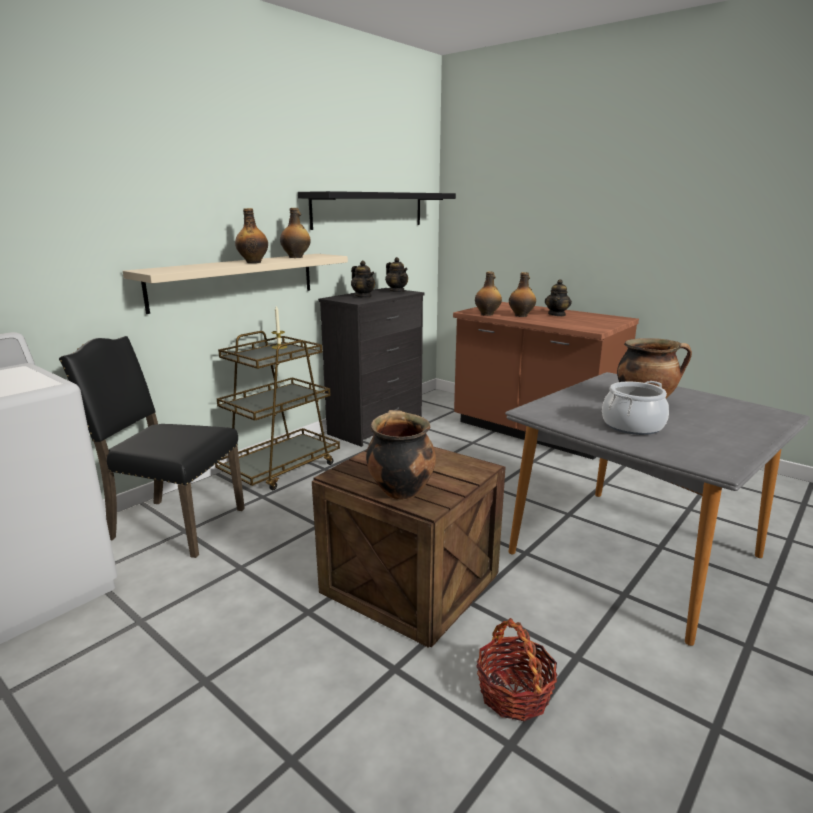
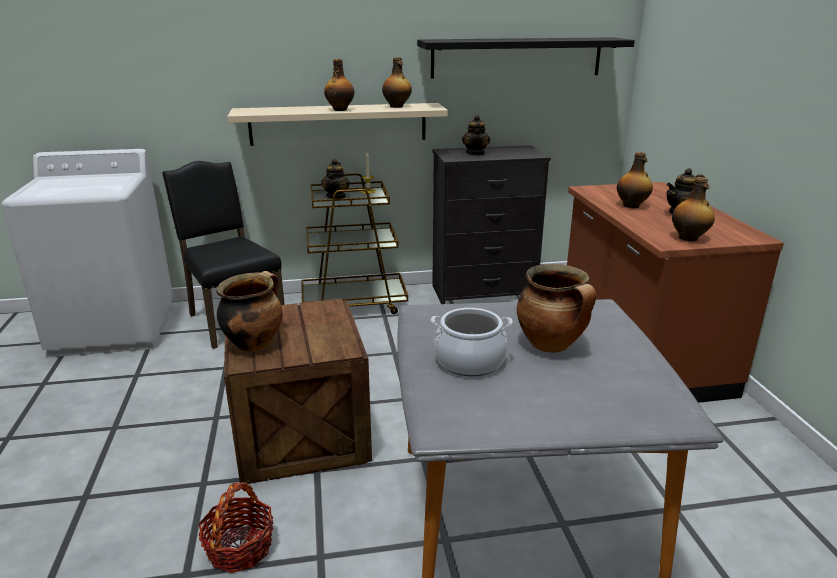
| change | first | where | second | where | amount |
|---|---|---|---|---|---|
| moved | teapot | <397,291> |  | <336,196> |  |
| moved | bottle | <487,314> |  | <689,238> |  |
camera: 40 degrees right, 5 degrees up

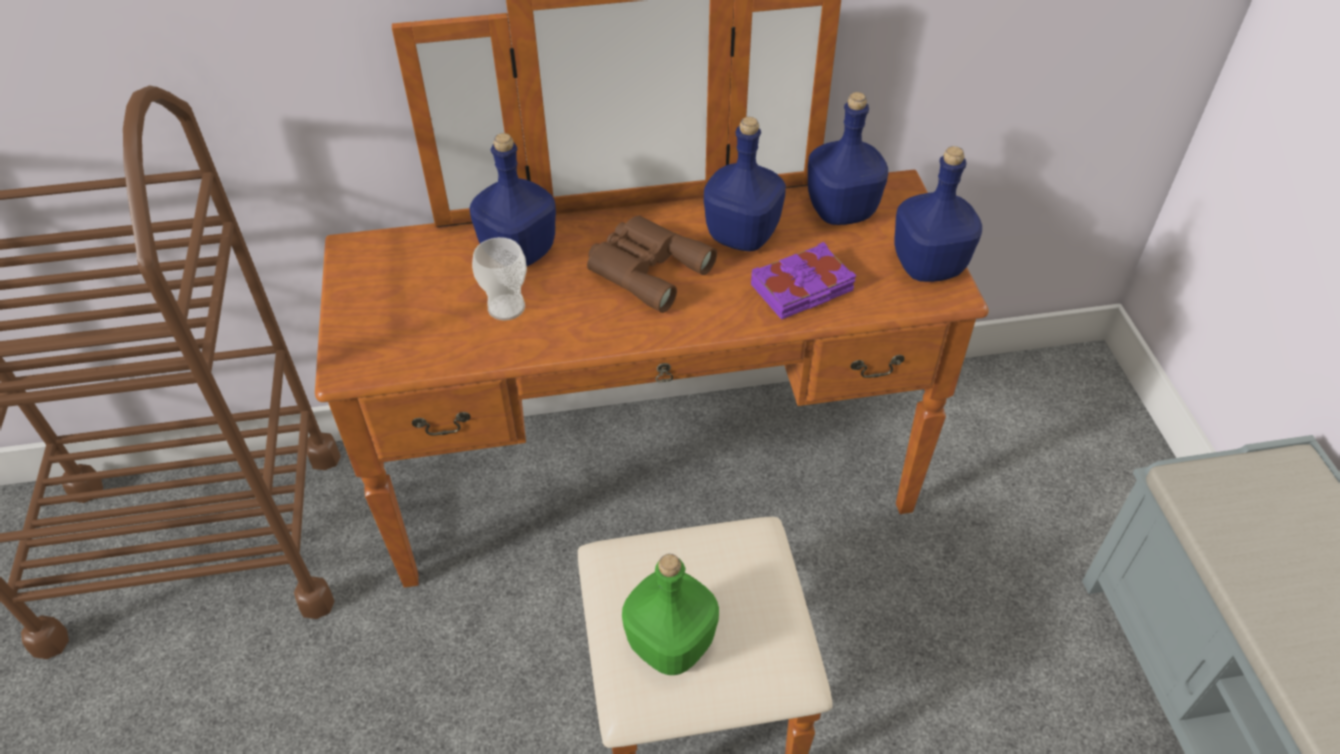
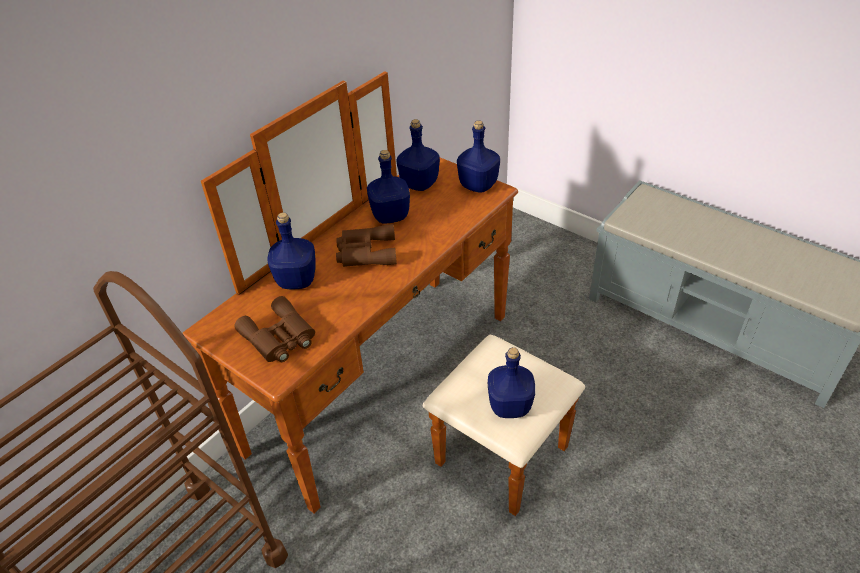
| change | first | where | second | where | amount |
|---|---|---|---|---|---|
| removed | cup | <506,307> |  |  |  |
| recoloured | green bottle | <669,644> | blue bottle | <509,406> |  |
| removed | purple book | <802,288> |  |  |  |
| added |  |  | brown binoculars | <279,338> |  |
camera: 40 degrees left, 5 degrees down

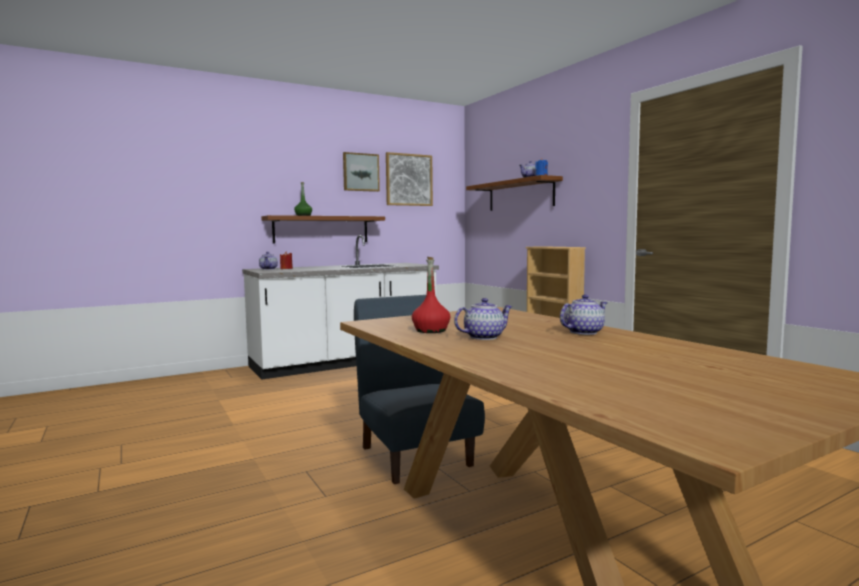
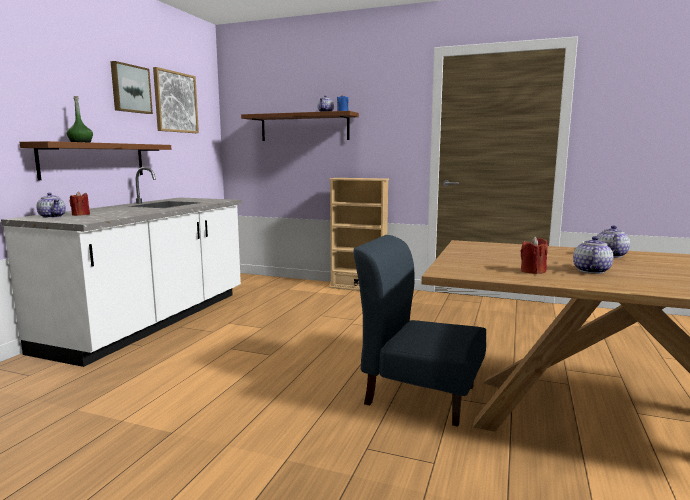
| change | first | where | second | where | amount |
|---|---|---|---|---|---|
| replaced | red bottle | <431,330> | red candle | <533,271> |  |
camera: 40 degrees left, 5 degrees up

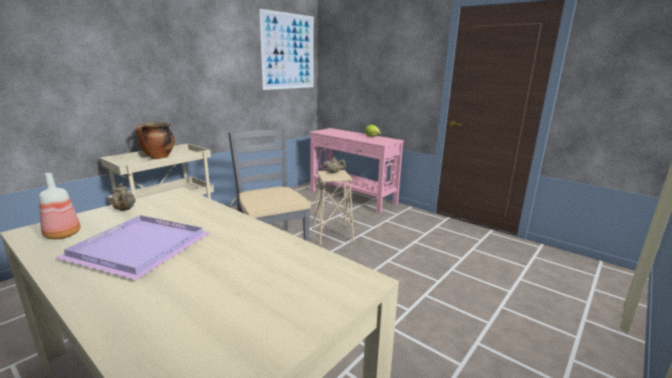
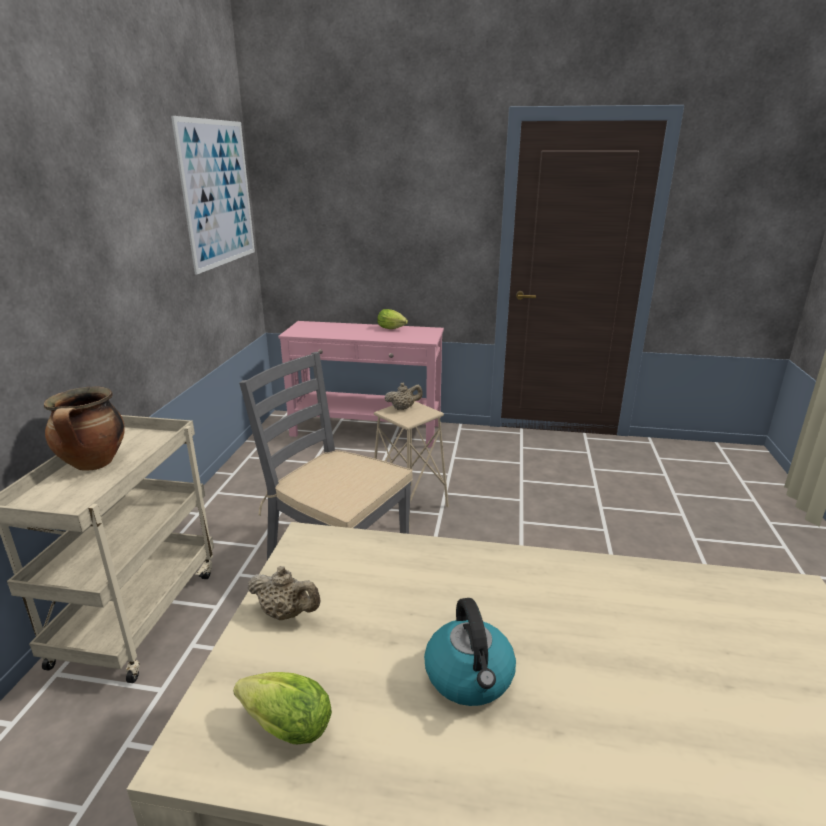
| change | first | where | second | where | amount |
|---|---|---|---|---|---|
| replaced | bottle | <62,235> | lettuce | <282,725> |  |
| replaced | purple tray | <142,247> | kettle | <470,677> |  |
camera: 30 degrees left, 5 degrees up

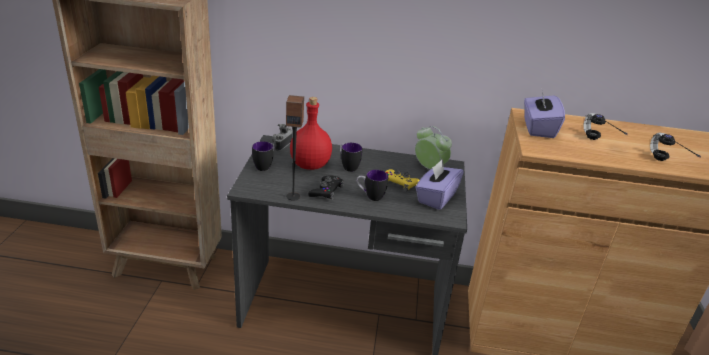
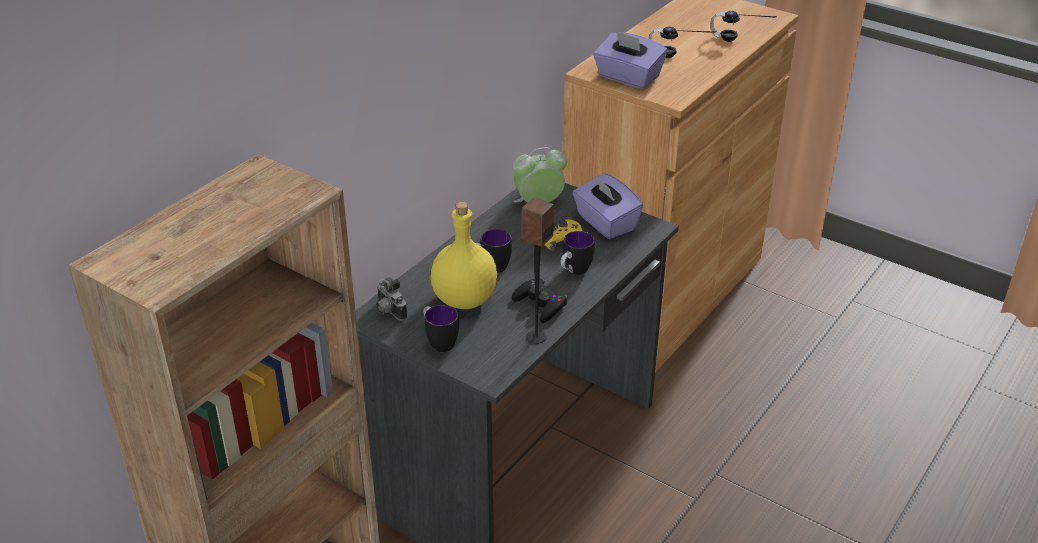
| change | first | where | second | where | amount |
|---|---|---|---|---|---|
| recoloured | red bottle | <311,165> | yellow bottle | <465,299> |  |
camera: 60 degrees left, 5 degrees up

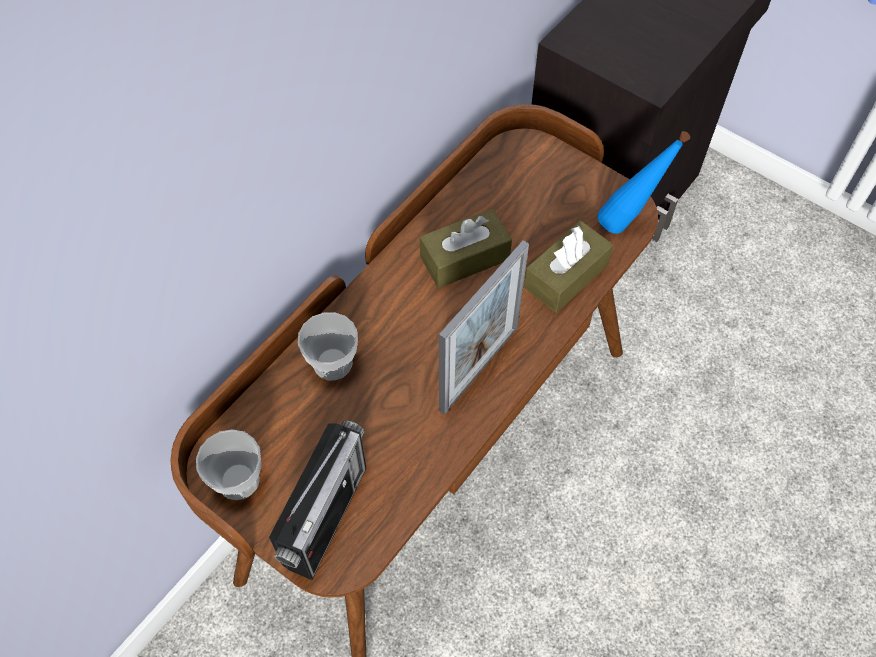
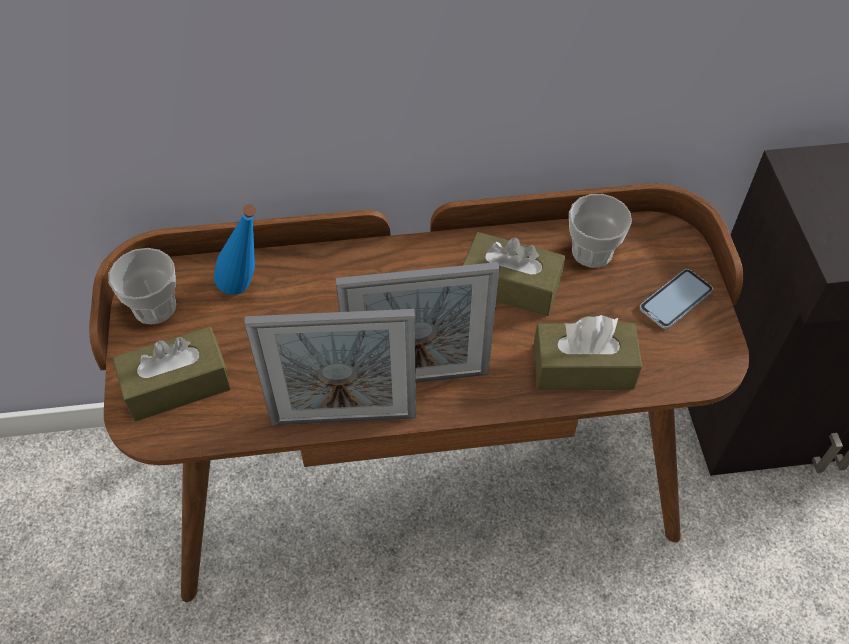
| change | first | where | second | where | amount |
|---|---|---|---|---|---|
| replaced | radio | <325,516> | brown tissue box | <177,385> |  |
| moved | cup | <332,363> |  | <592,252> |  |
| moved | blue bottle | <629,222> |  | <248,293> |  |
| added |  |  | picture frame | <344,418> |  |
| added |  |  | phone | <675,300> |  |
camera: 45 degrees right, 5 degrees down

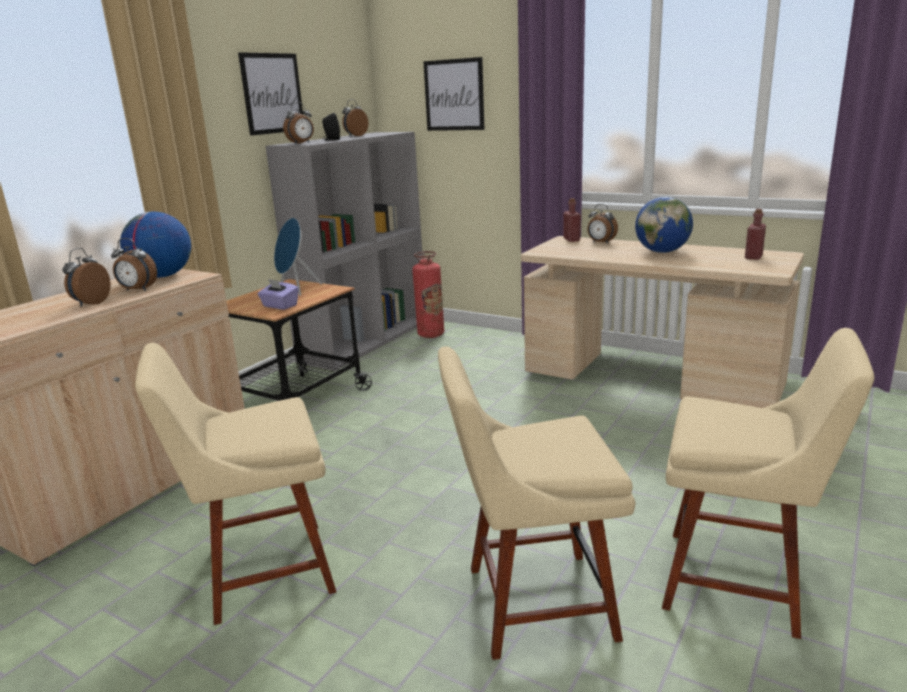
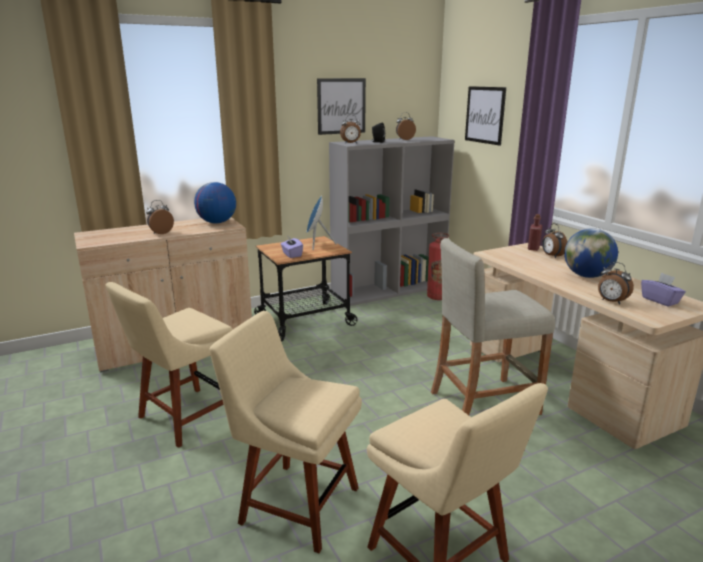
| change | first | where | second | where | amount |
|---|---|---|---|---|---|
| moved | alarm clock | <137,290> |  | <611,302> |  |
| turned | beige chair | <261,572> |  | <184,418> | 60 degrees counterclockwise |
| replaced | red bottle | <753,257> | purple tissue box | <660,300> |  |
| added |  |  | beige stool | <483,402> |  |
camera: 30 degrees right, 0 degrees up

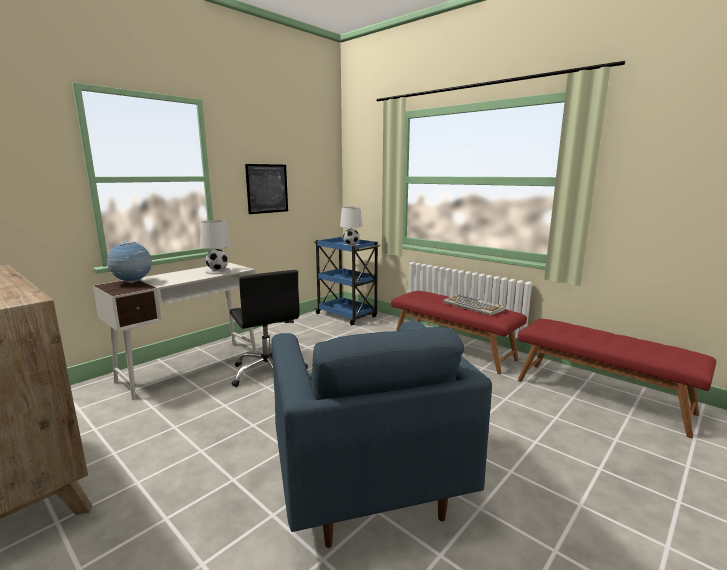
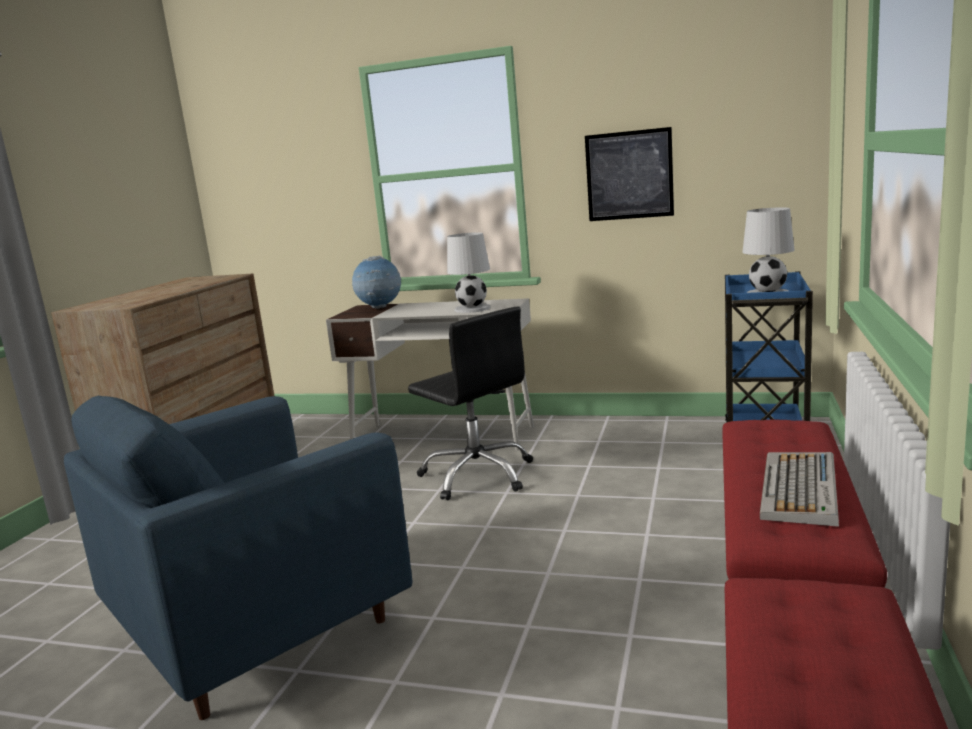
| change | first | where | second | where | amount |
|---|---|---|---|---|---|
| turned | black office chair | <268,372> |  | <478,475> | 75 degrees counterclockwise |
camera: 65 degrees right, 0 degrees up

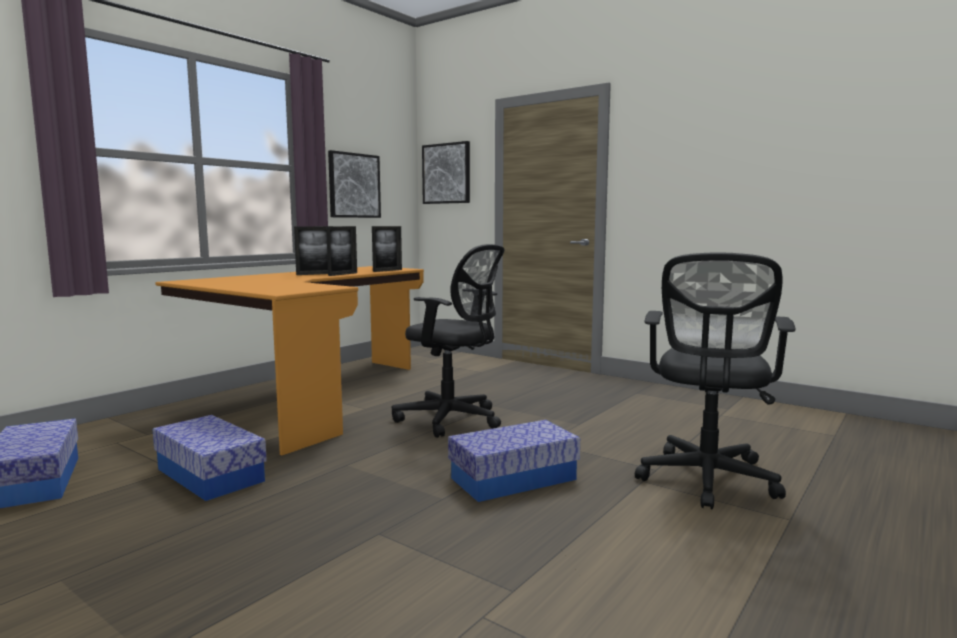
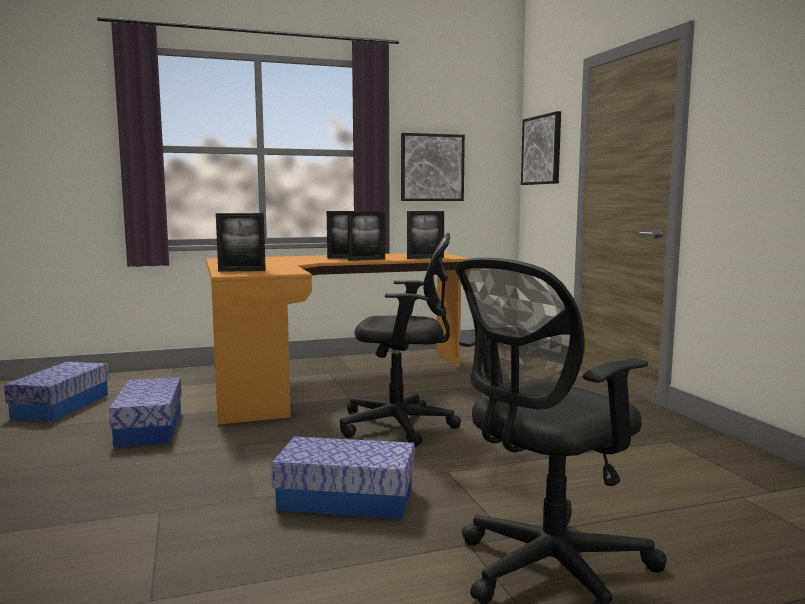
| change | first | where | second | where | amount |
|---|---|---|---|---|---|
| turned | black office chair | <452,420> |  | <402,426> | 60 degrees counterclockwise |
| added |  |  | picture frame | <242,271> |  |
camera: 35 degrees right, 0 degrees up

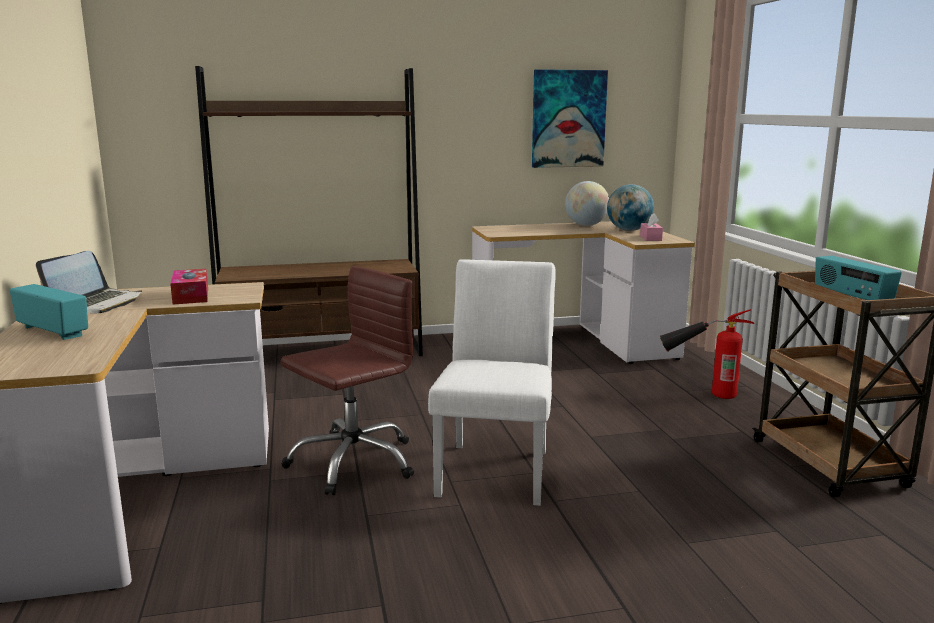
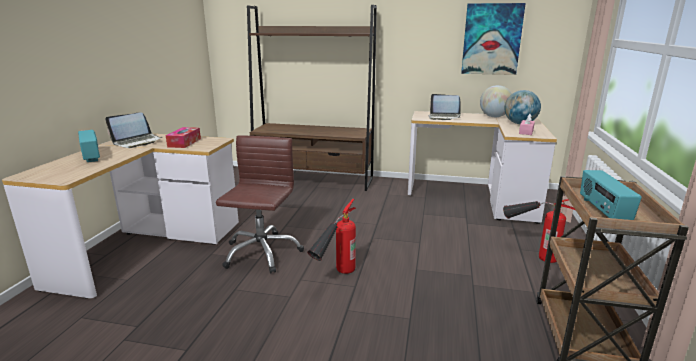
| change | first | where | second | where | amount |
|---|---|---|---|---|---|
| turned | brown office chair | <353,462> |  | <261,253> | 60 degrees counterclockwise |
| replaced | white chair | <496,468> | fire extinguisher | <335,277> |  |
| added |  |  | laptop | <444,117> |  |
camera: 25 degrees right, 5 degrees up

